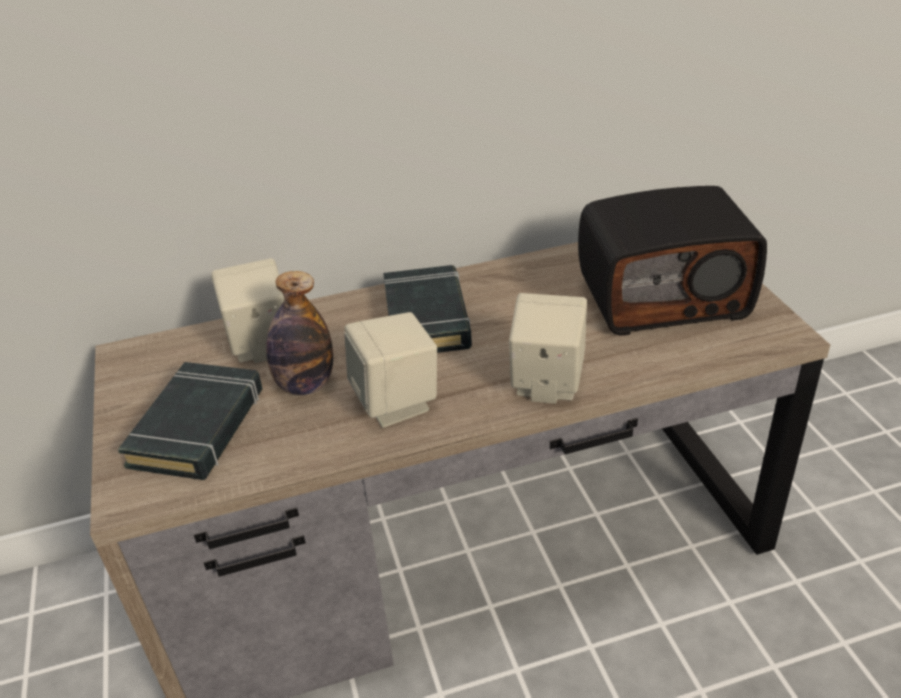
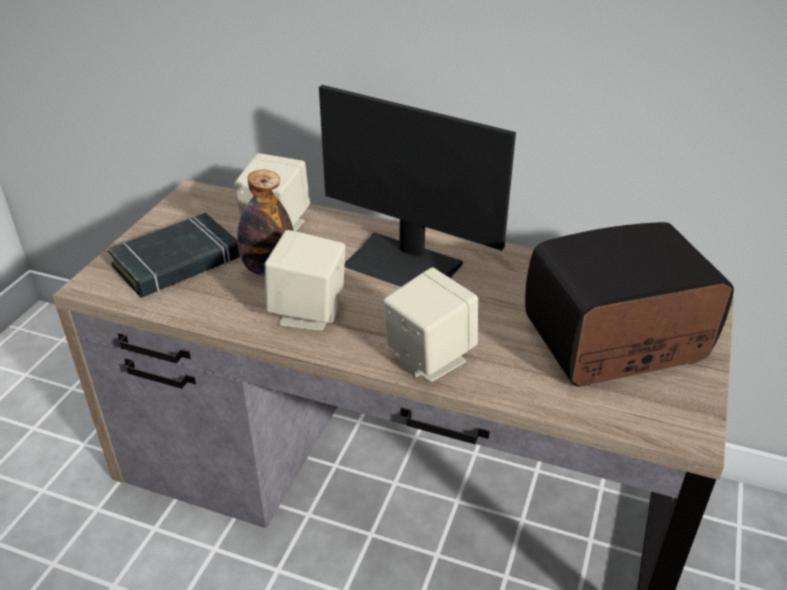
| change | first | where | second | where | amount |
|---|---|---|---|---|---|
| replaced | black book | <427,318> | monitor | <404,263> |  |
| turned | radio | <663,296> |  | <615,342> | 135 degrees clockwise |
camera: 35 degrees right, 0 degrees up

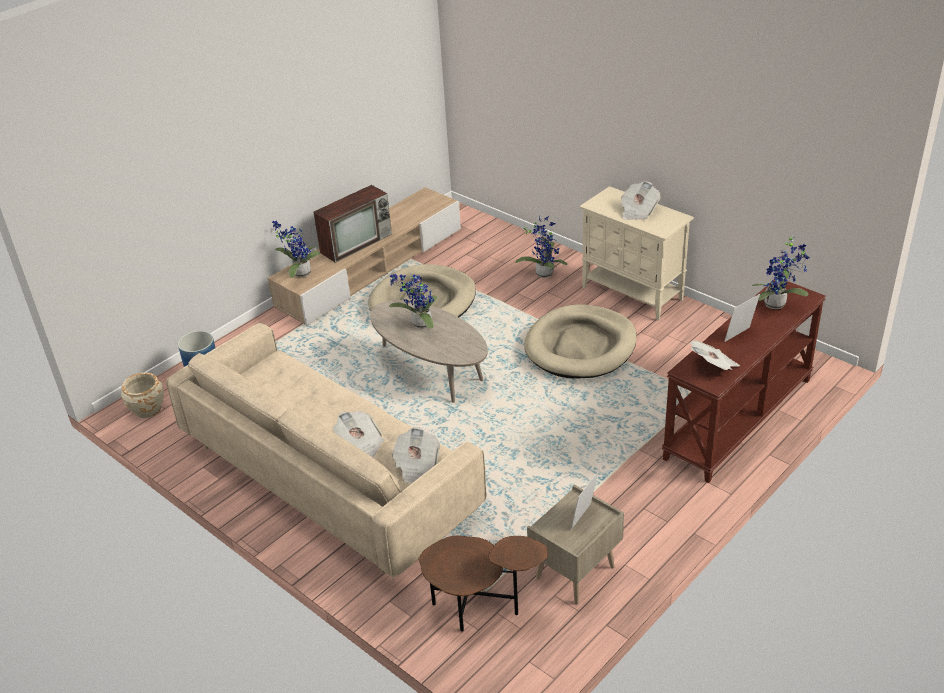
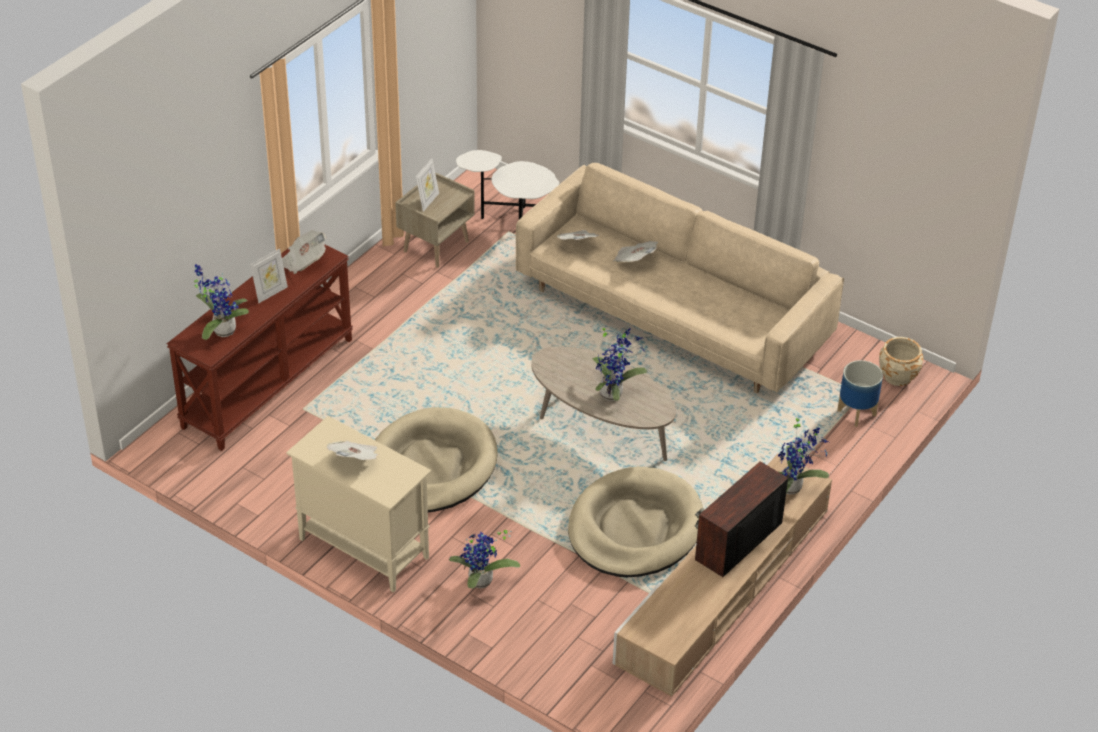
| change | first | where | second | where | amount |
|---|---|---|---|---|---|
| recoloured | brown side table | <480,609> | white side table | <511,220> |  |
camera: 170 degrees right, 5 degrees up

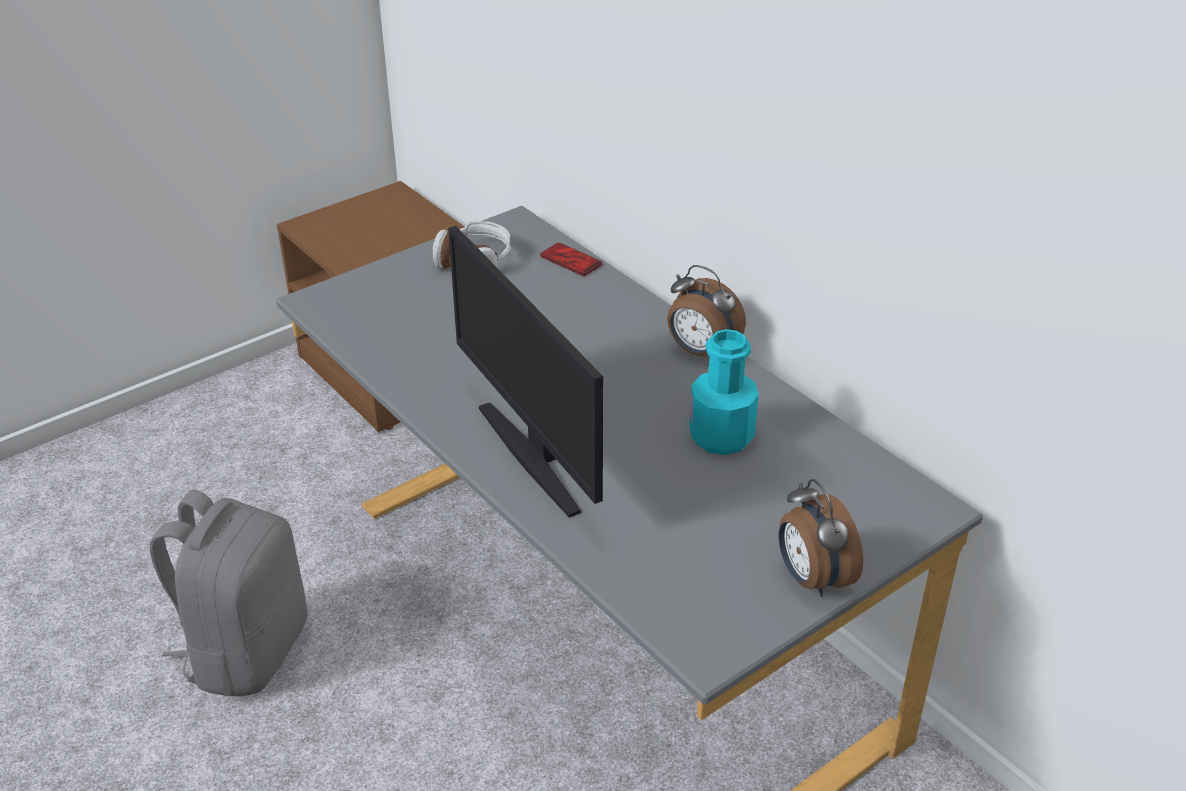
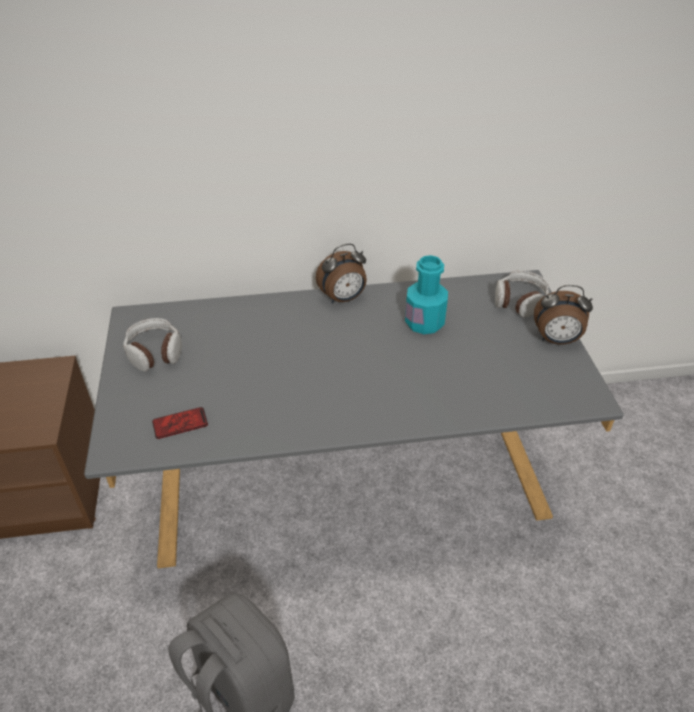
| change | first | where | second | where | amount |
|---|---|---|---|---|---|
| removed | monitor | <533,456> |  |  |  |
| moved | phone | <571,260> |  | <180,423> |  |
| added |  |  | headphones | <519,301> |  |
camera: 60 degrees left, 5 degrees up

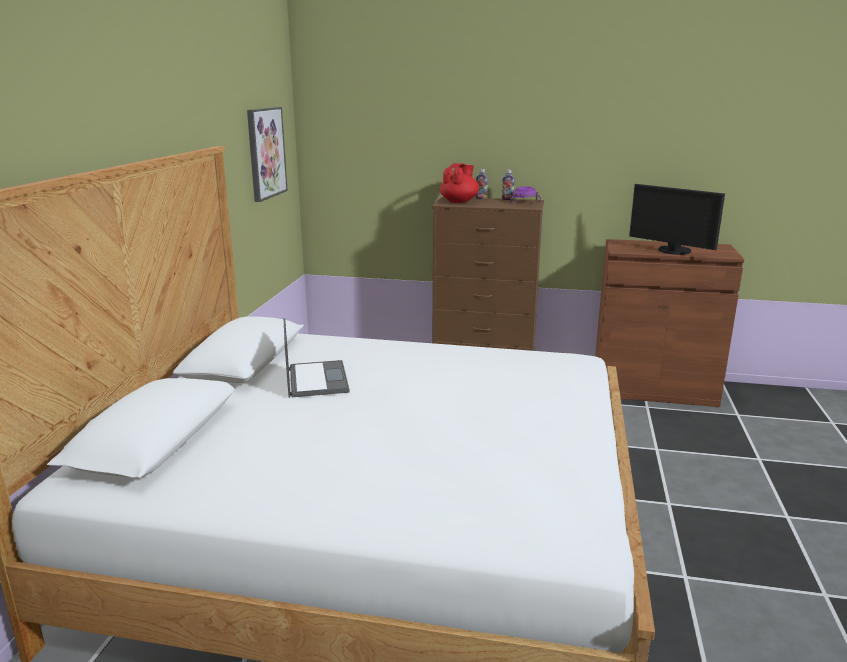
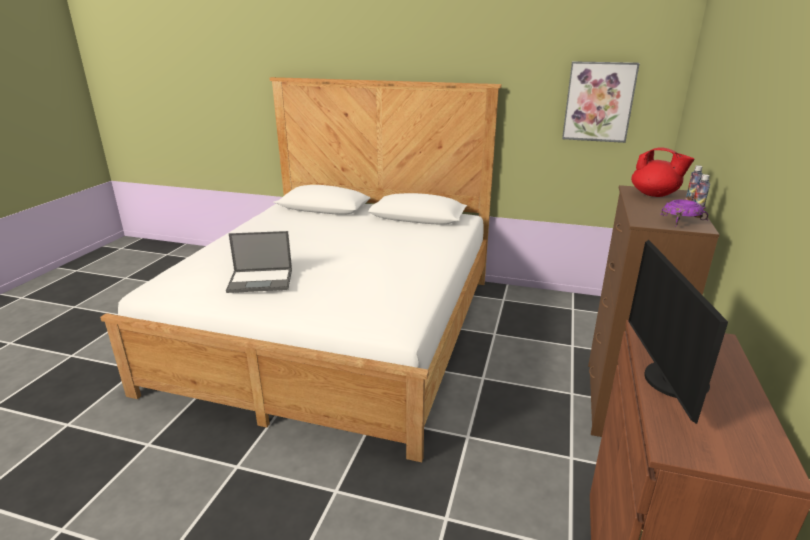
| change | first | where | second | where | amount |
|---|---|---|---|---|---|
| moved | laptop | <316,379> |  | <261,280> |  |
| turned | monitor | <673,251> |  | <668,380> | 45 degrees counterclockwise |
camera: 95 degrees right, 5 degrees up

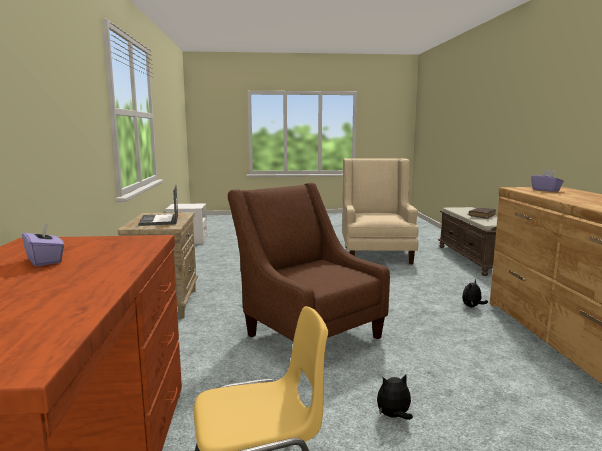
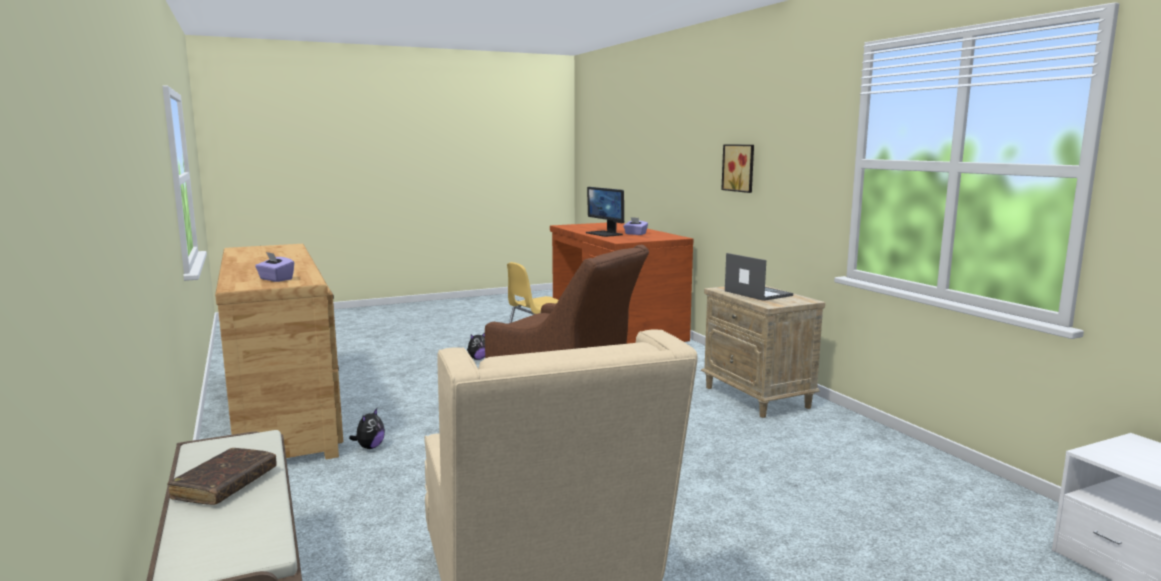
| change | first | where | second | where | amount |
|---|---|---|---|---|---|
| added |  |  | monitor | <605,234> |  |
| added |  |  | picture | <740,168> |  |
camera: 160 degrees right, 0 degrees up

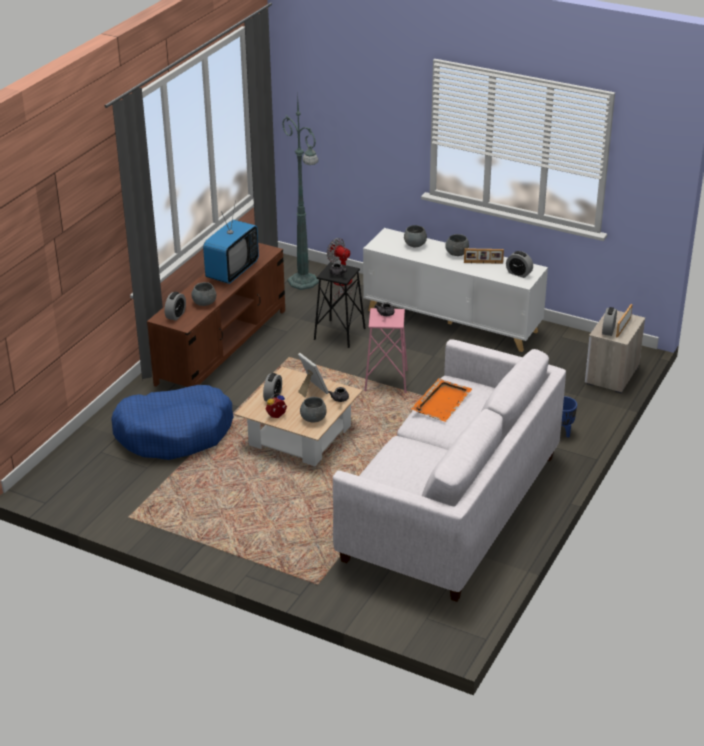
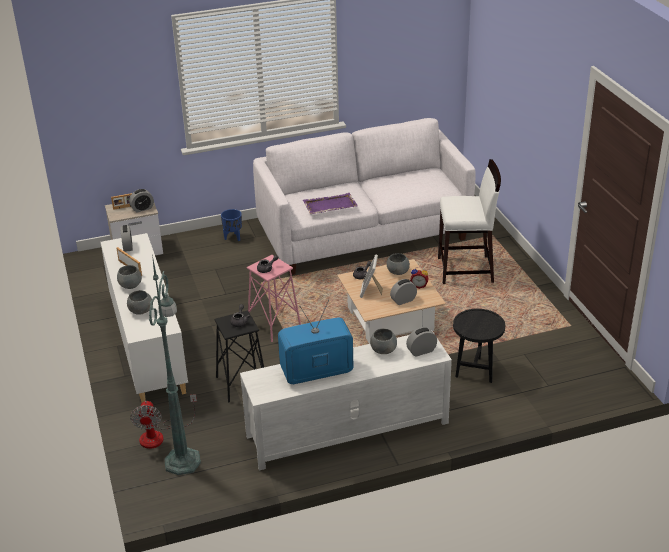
| change | first | where | second | where | amount |
|---|---|---|---|---|---|
| replaced | blue dog bed | <175,433> | black side table | <476,370> |  |
| recoloured | brown tv stand | <222,346> | white tv stand | <347,430> |  |
| recoloured | orange tray | <442,401> | purple tray | <329,205> |  |
| added |  |  | white stool | <466,271> |  |
camera: 135 degrees left, 0 degrees up

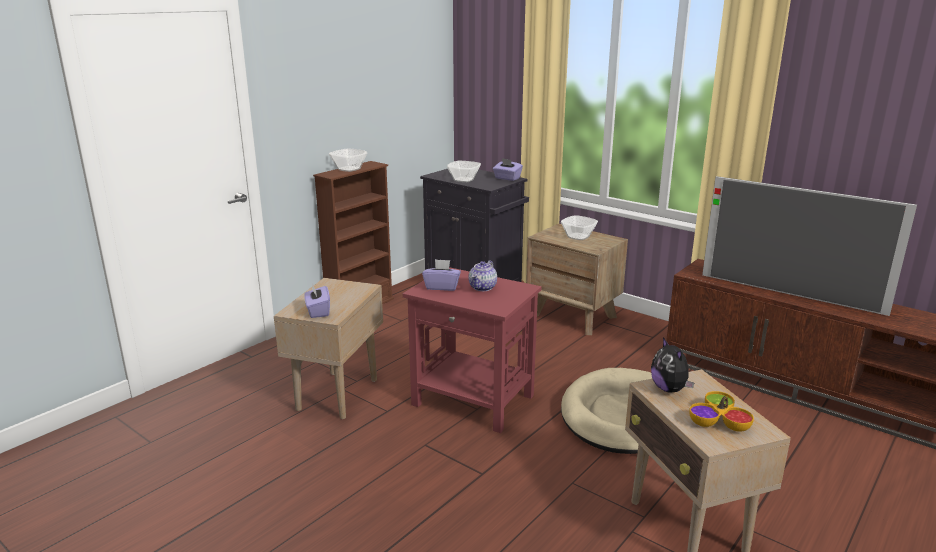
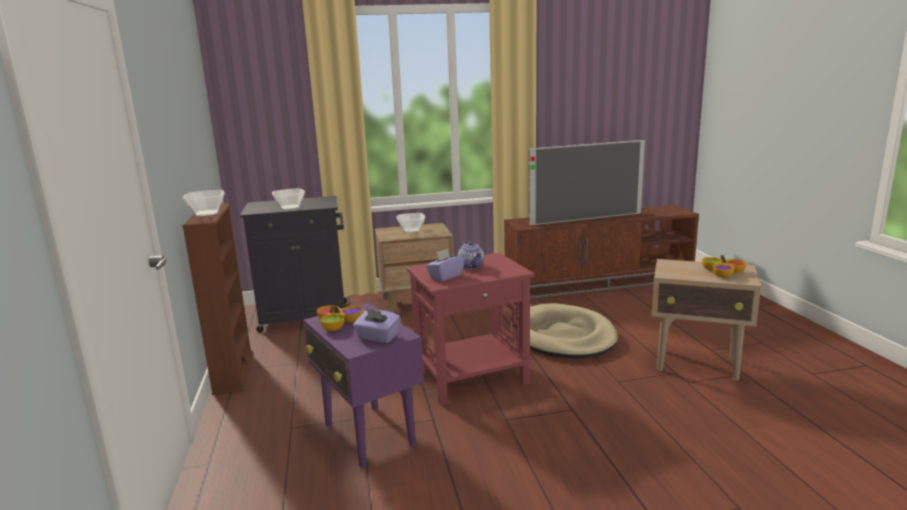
| change | first | where | second | where | amount |
|---|---|---|---|---|---|
| recoloured | beige side table | <336,395> | purple side table | <369,436> |  |
| removed | purple tissue box | <507,178> |  |  |  |
| removed | plush toy | <669,389> |  |  |  |
| added |  |  | bowl | <338,323> |  |
camera: 50 degrees left, 5 degrees down

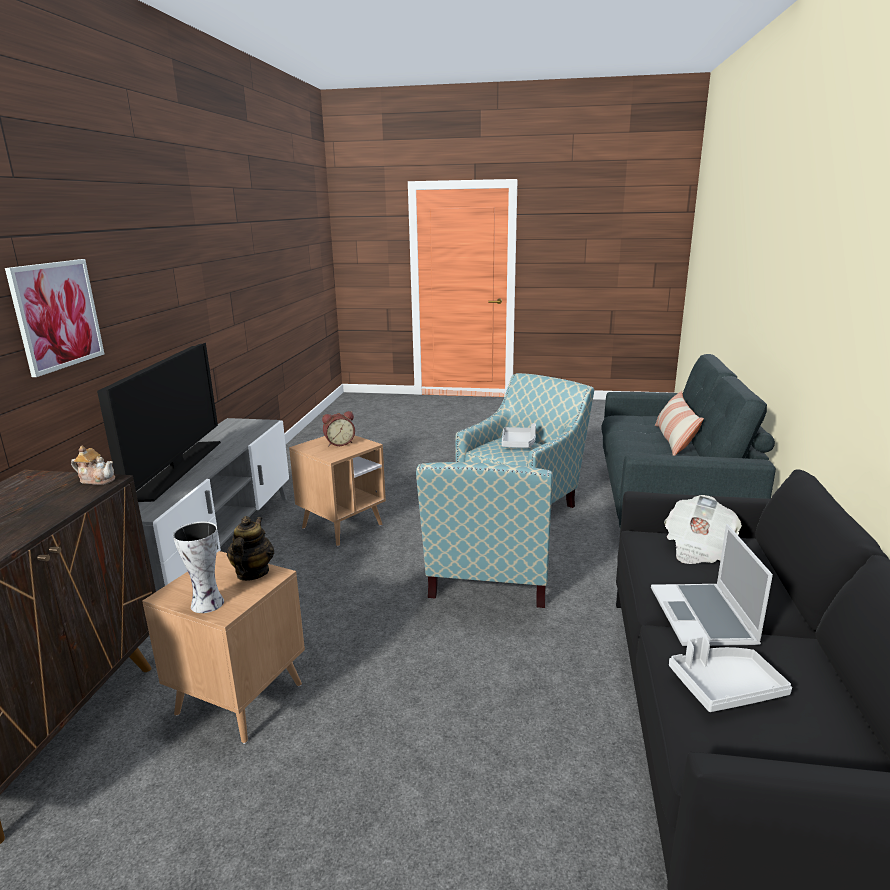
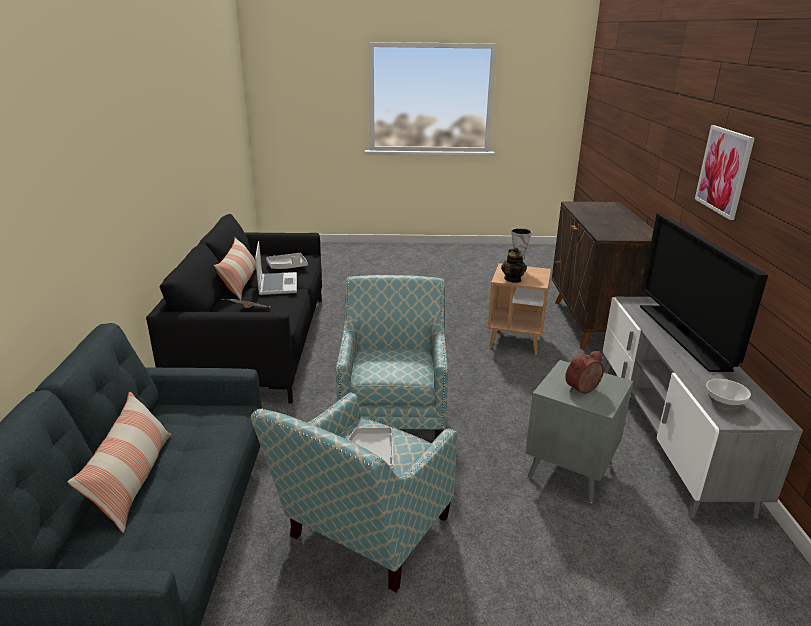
| change | first | where | second | where | amount |
|---|---|---|---|---|---|
| removed | teapot | <97,479> |  |  |  |
| recoloured | brown side table | <342,526> | grey side table | <570,471> |  |
| added |  |  | pillow | <240,283> |  |
| added |  |  | bowl | <724,403> |  |
camera: 170 degrees right, 5 degrees up

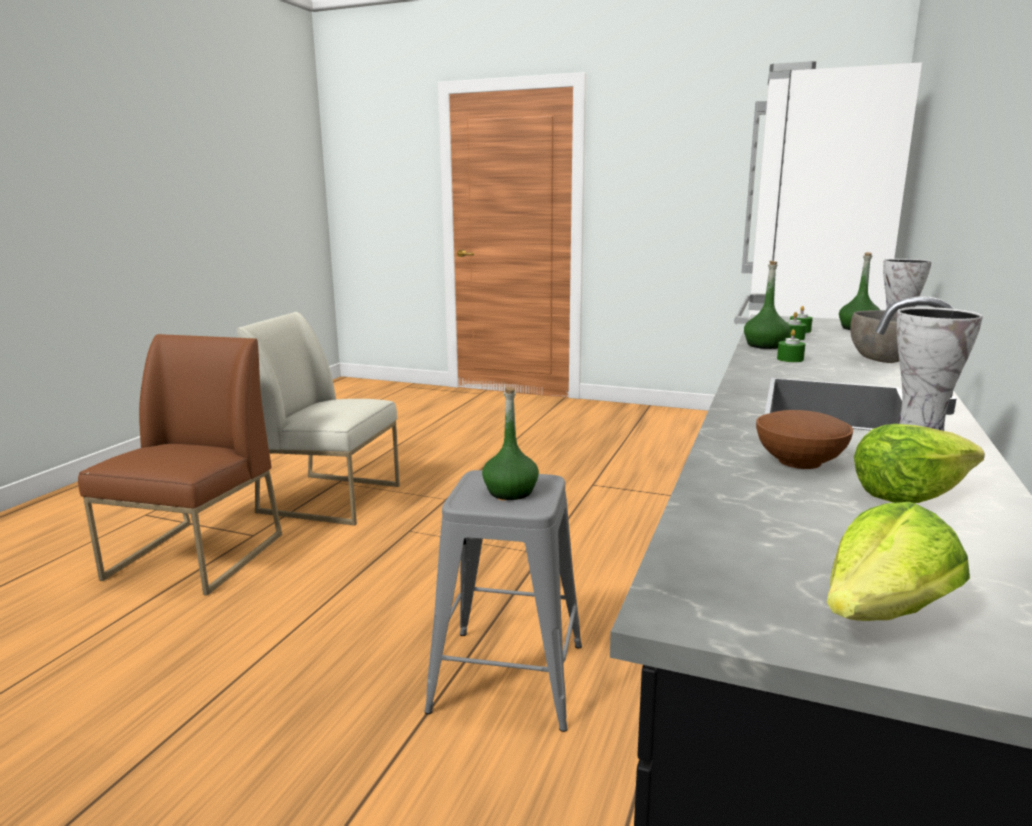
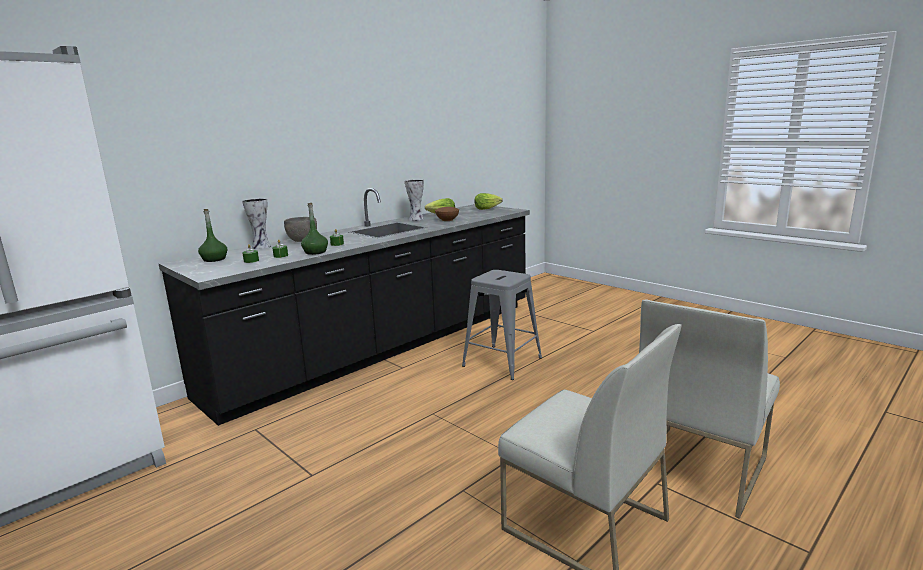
| change | first | where | second | where | amount |
|---|---|---|---|---|---|
| recoloured | brown chair | <196,557> | white chair | <697,467> |  |
| removed | green bottle | <511,492> |  |  |  |
camera: 155 degrees left, 0 degrees up

